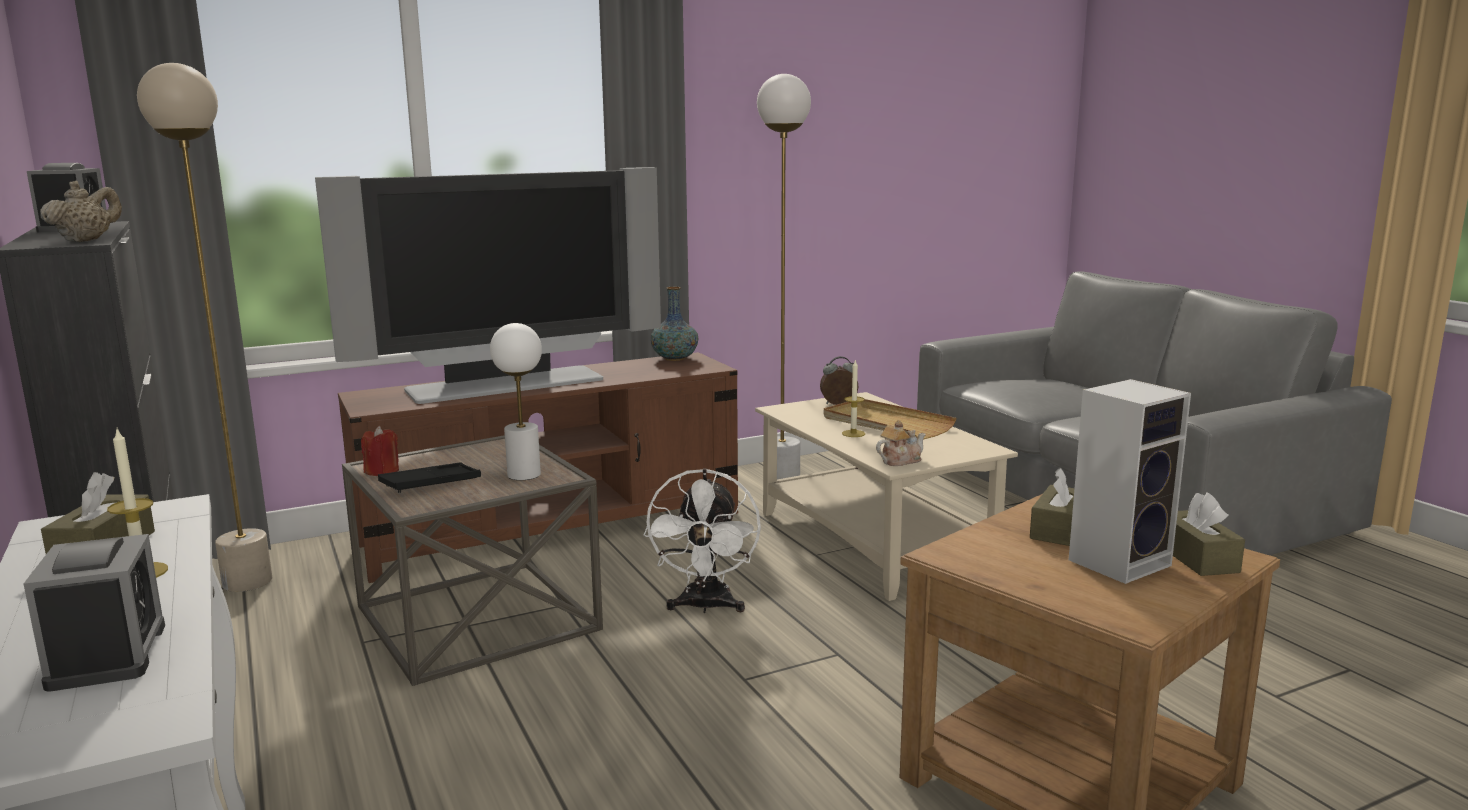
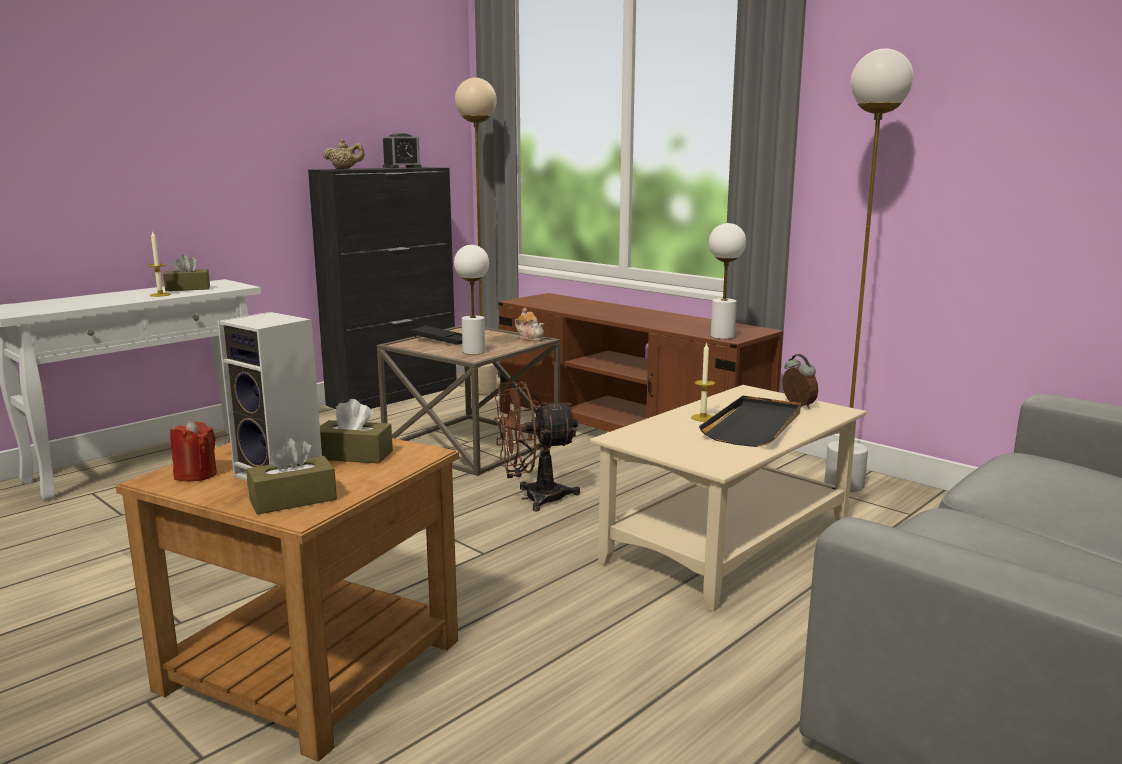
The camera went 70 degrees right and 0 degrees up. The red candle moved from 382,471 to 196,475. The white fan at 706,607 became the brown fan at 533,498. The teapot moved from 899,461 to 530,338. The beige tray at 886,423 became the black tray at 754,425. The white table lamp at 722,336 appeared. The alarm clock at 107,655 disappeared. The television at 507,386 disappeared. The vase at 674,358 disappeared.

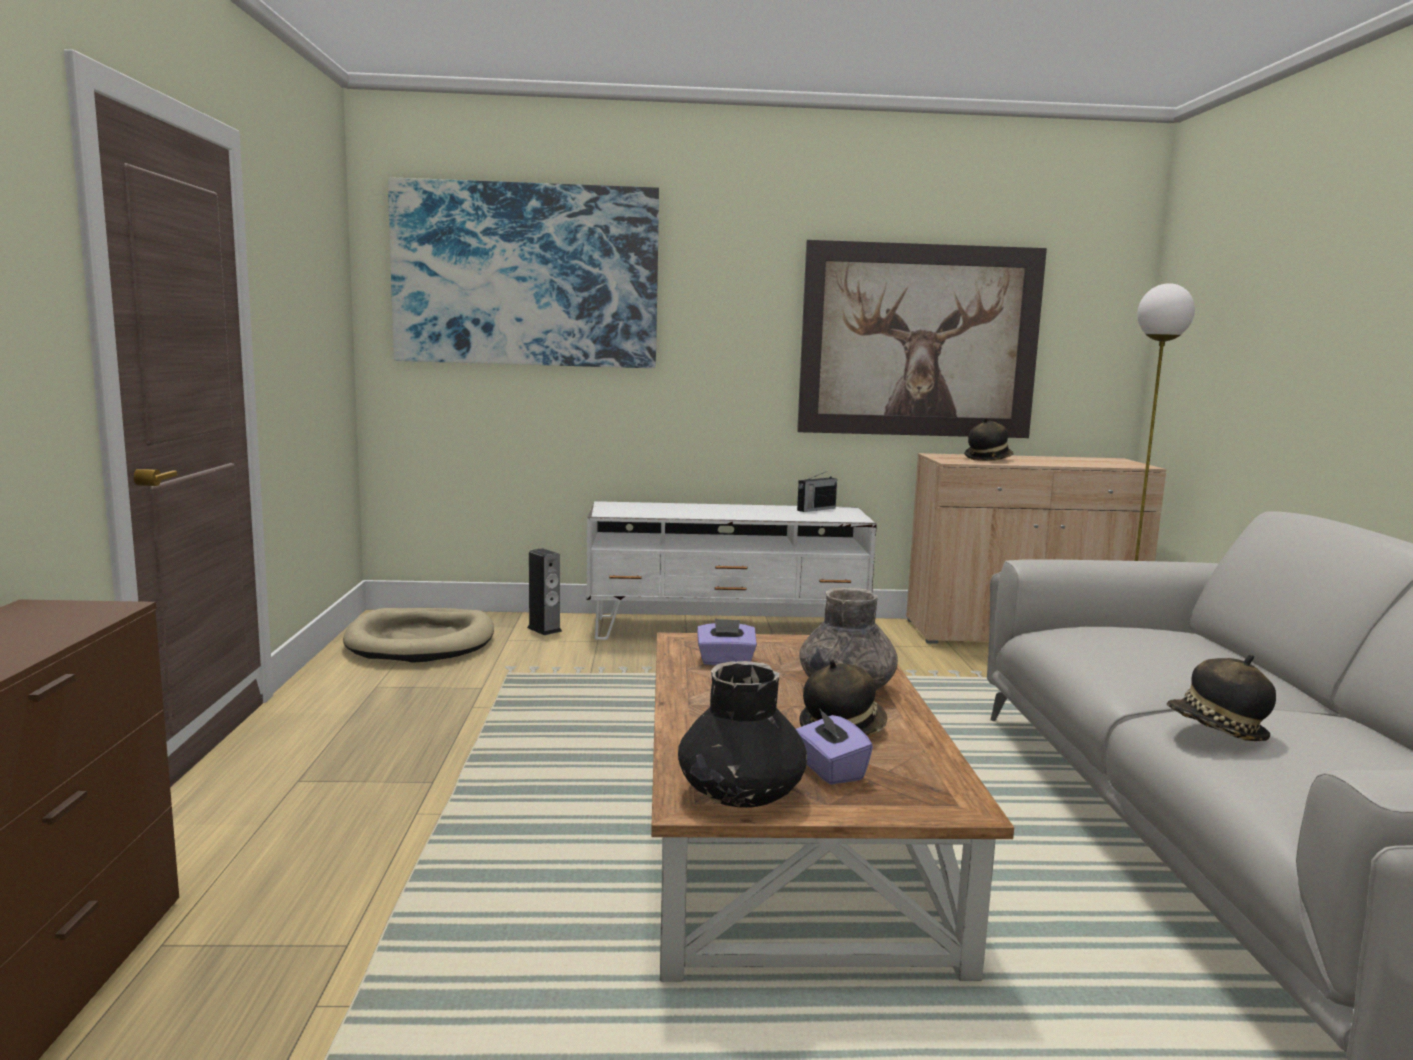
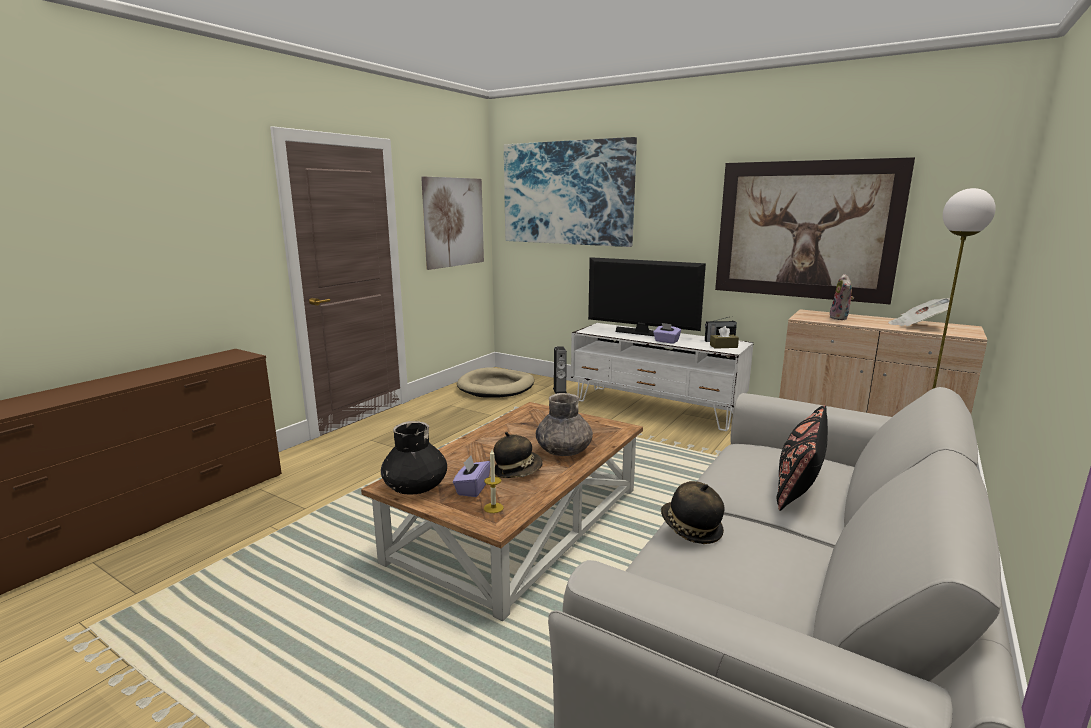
The camera went 35 degrees right and 5 degrees up. The picture at 453,222 appeared. The candle at 493,508 appeared. The television at 642,332 appeared. The purple tissue box moved from 726,661 to 666,341. The brown tissue box at 723,346 appeared. The black pillow at 799,482 appeared. The hat at 988,459 was replaced by the plush toy at 840,318. The newspaper at 917,326 appeared.

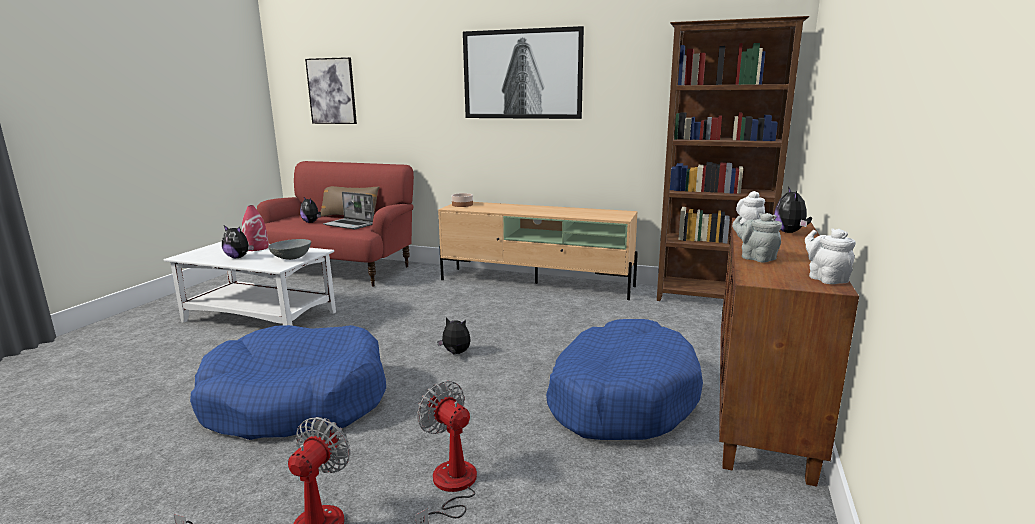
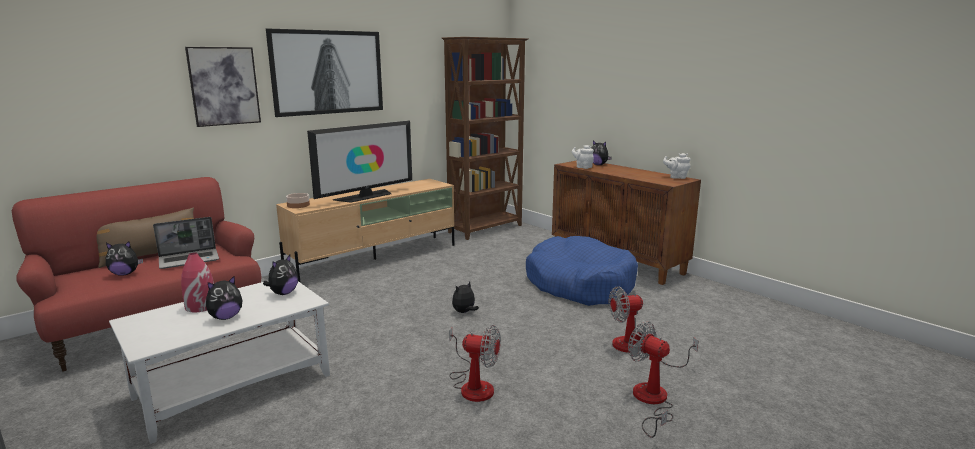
The camera went 60 degrees left and 0 degrees up. The picture moved from 332,91 to 224,86. The grey bowl at 292,257 was replaced by the plush toy at 283,293. The television at 365,196 appeared. The blue dog bed at 296,401 was replaced by the fan at 473,385. The grey teapot at 755,258 disappeared.

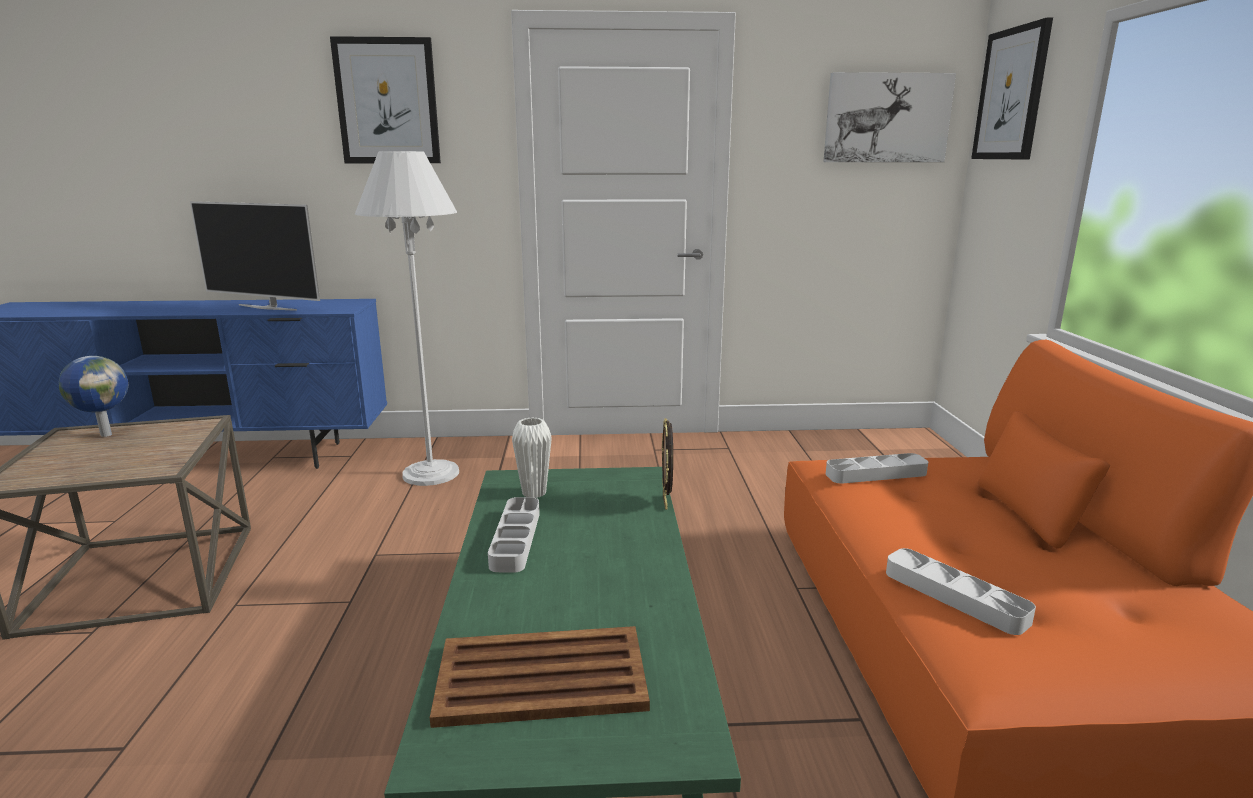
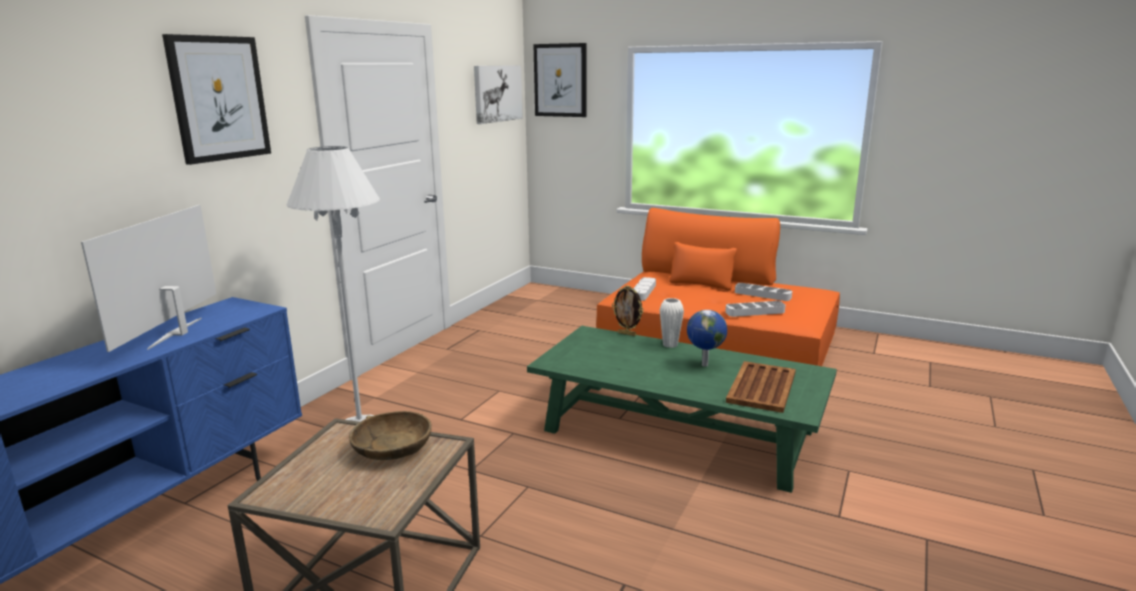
The camera went 60 degrees left and 0 degrees up. The television at 268,307 turned 135 degrees clockwise. The brown bowl at 391,447 appeared. The white vase moved from 534,493 to 670,345. The globe moved from 106,434 to 704,365. The grey tray moved from 515,539 to 762,295.

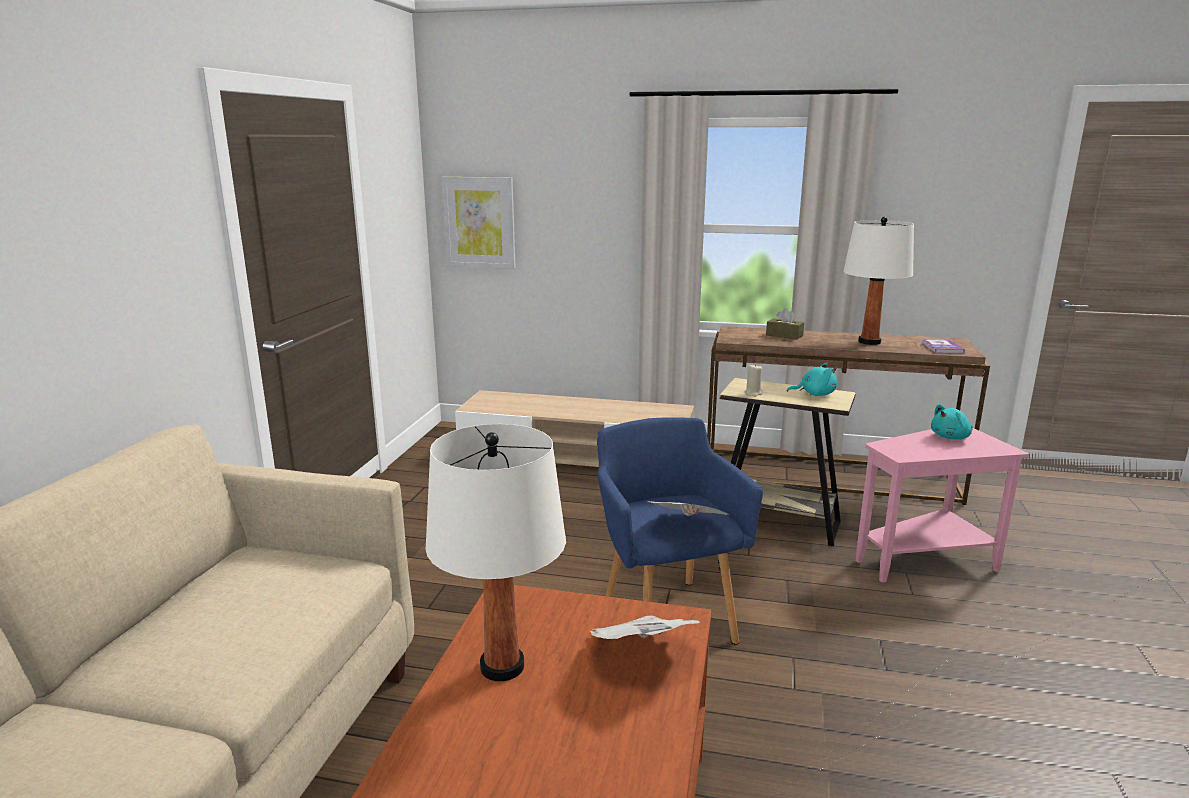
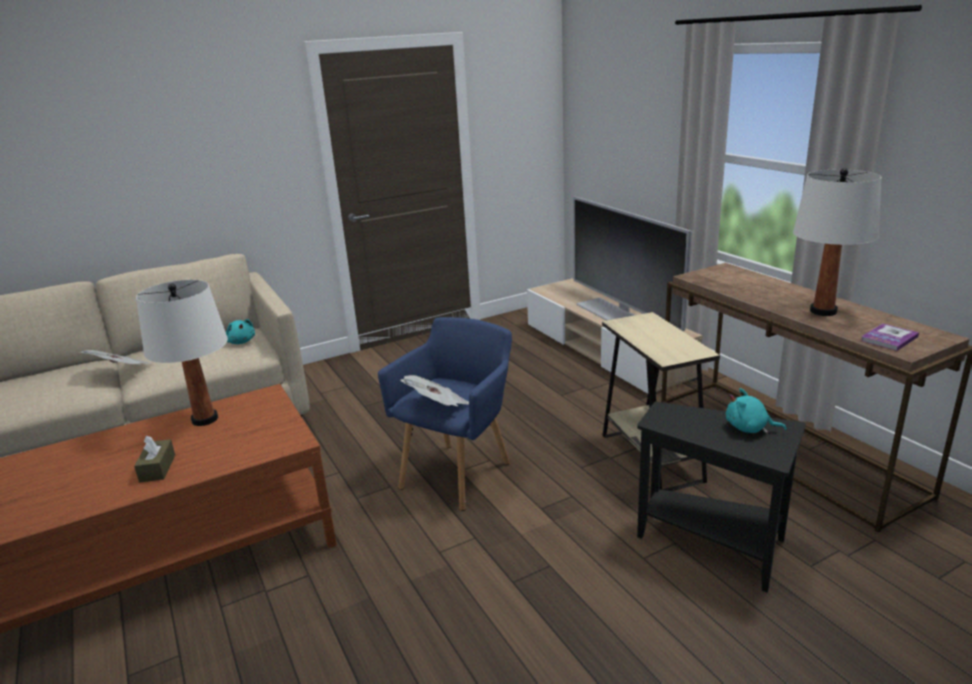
The camera went 50 degrees right and 5 degrees up. The newspaper moved from 643,652 to 121,371. The brown tissue box moved from 784,335 to 157,468. The turquoise plush toy moved from 815,394 to 241,342. The television at 617,315 appeared. The pink side table at 926,561 became the black side table at 715,546. The picture at 479,222 disappeared. The beige candle at 753,393 disappeared.

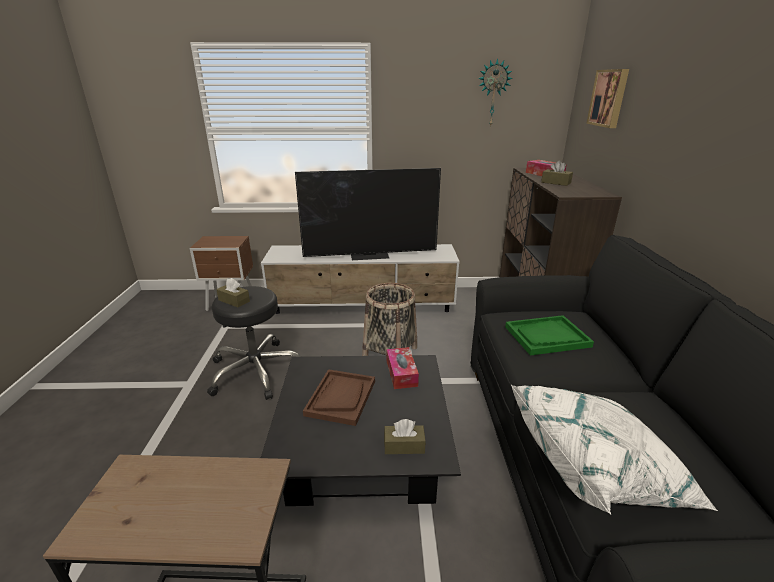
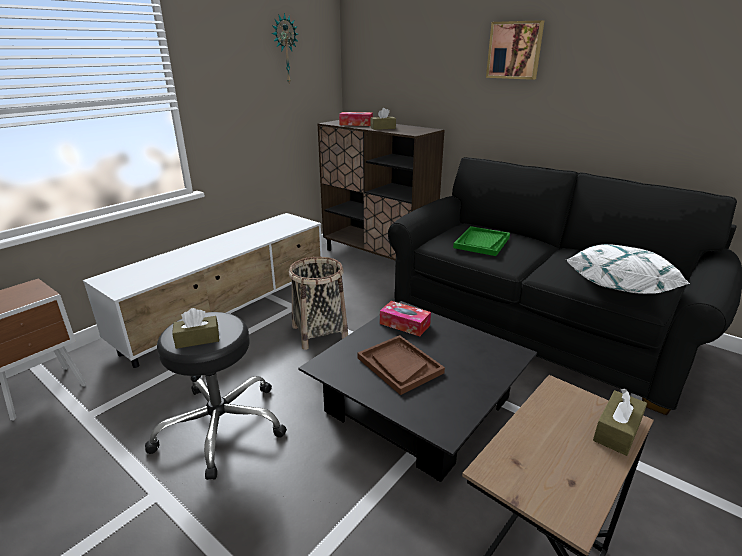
The camera went 50 degrees left and 0 degrees up. The picture moved from 609,98 to 515,50. The brown tissue box moved from 404,446 to 617,431. The television at 370,255 disappeared.

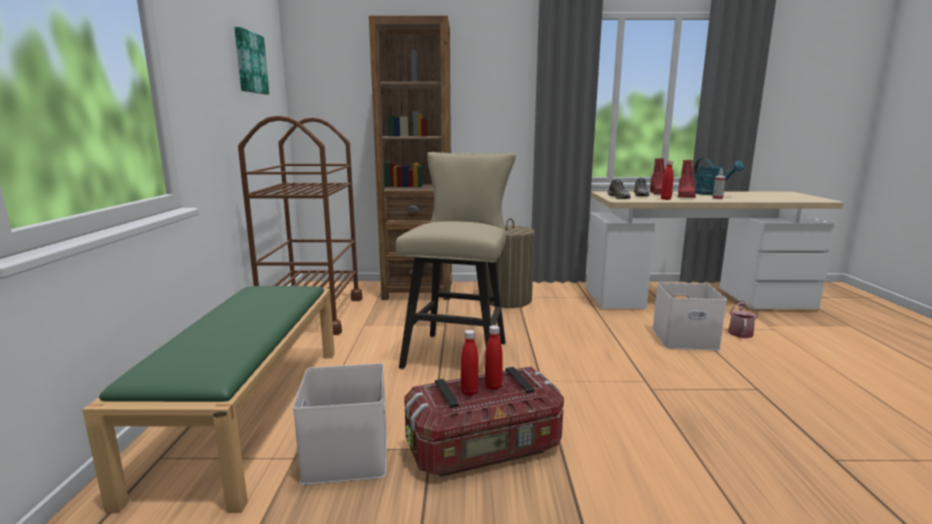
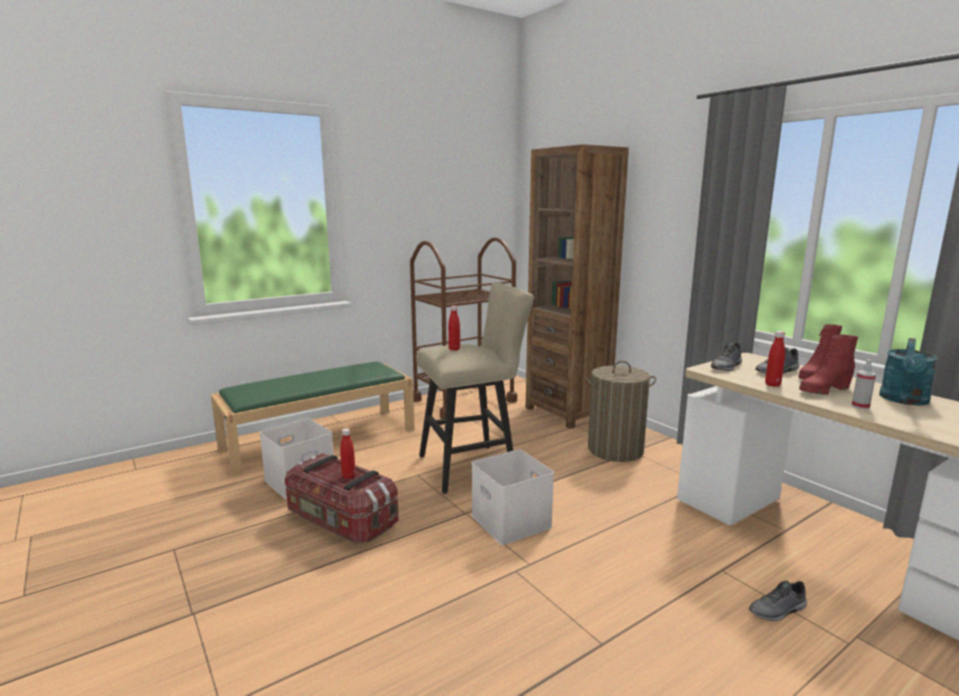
The camera went 55 degrees right and 0 degrees up. The red bottle moved from 469,392 to 454,349. The white storage box moved from 683,339 to 509,521. The watering can at 740,332 was replaced by the grey shoe at 778,611. The picture at 249,62 disappeared.

